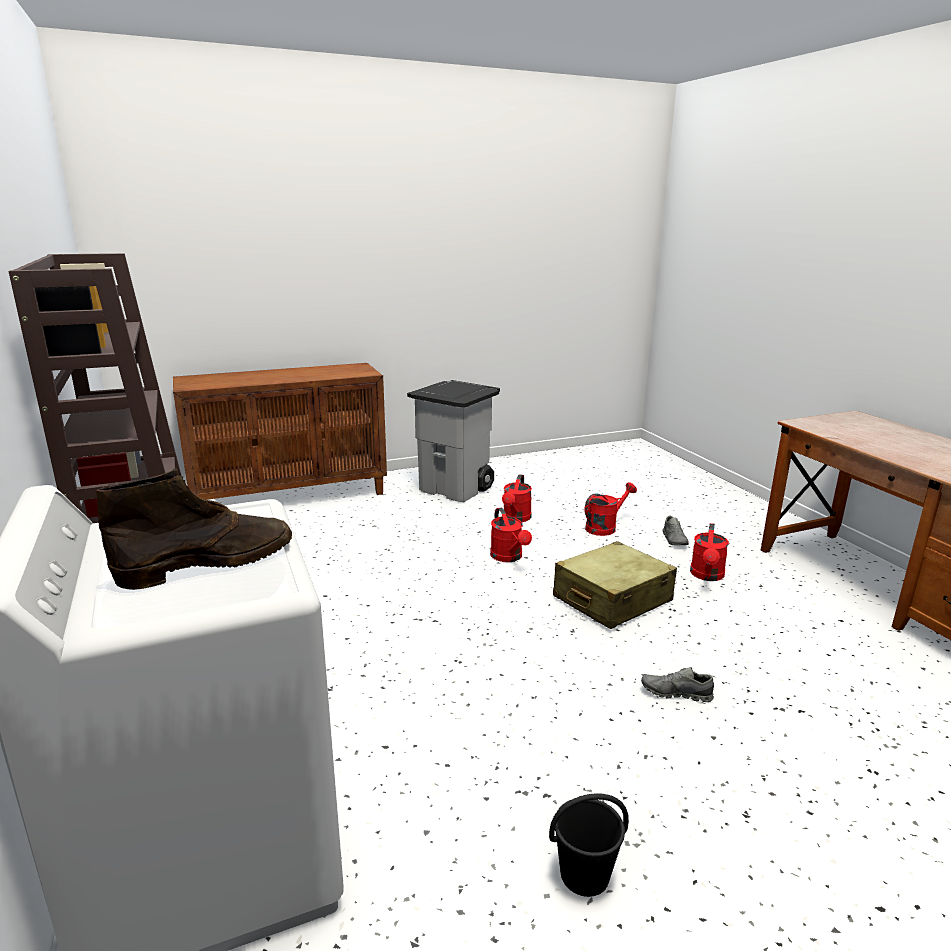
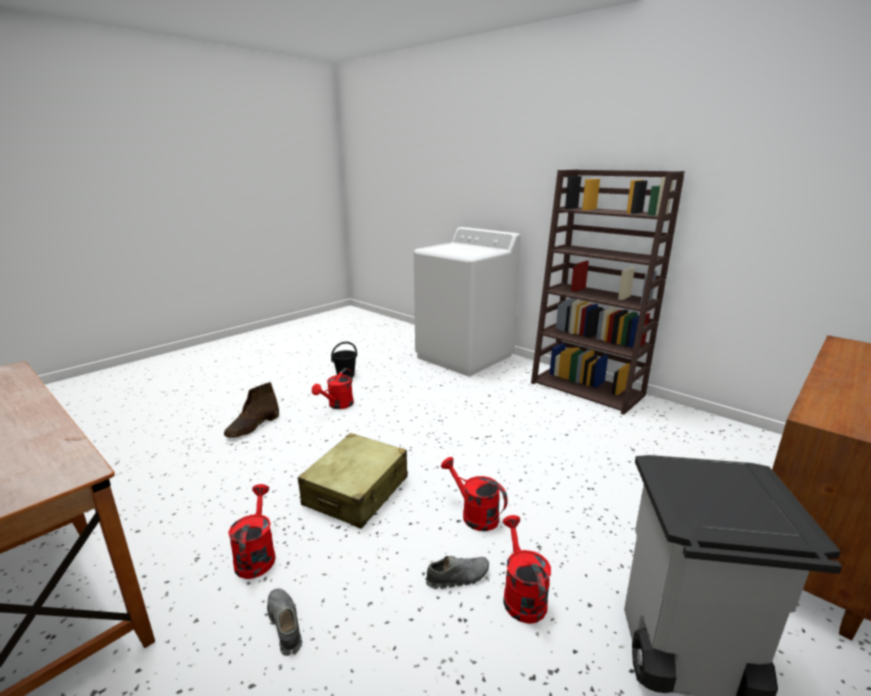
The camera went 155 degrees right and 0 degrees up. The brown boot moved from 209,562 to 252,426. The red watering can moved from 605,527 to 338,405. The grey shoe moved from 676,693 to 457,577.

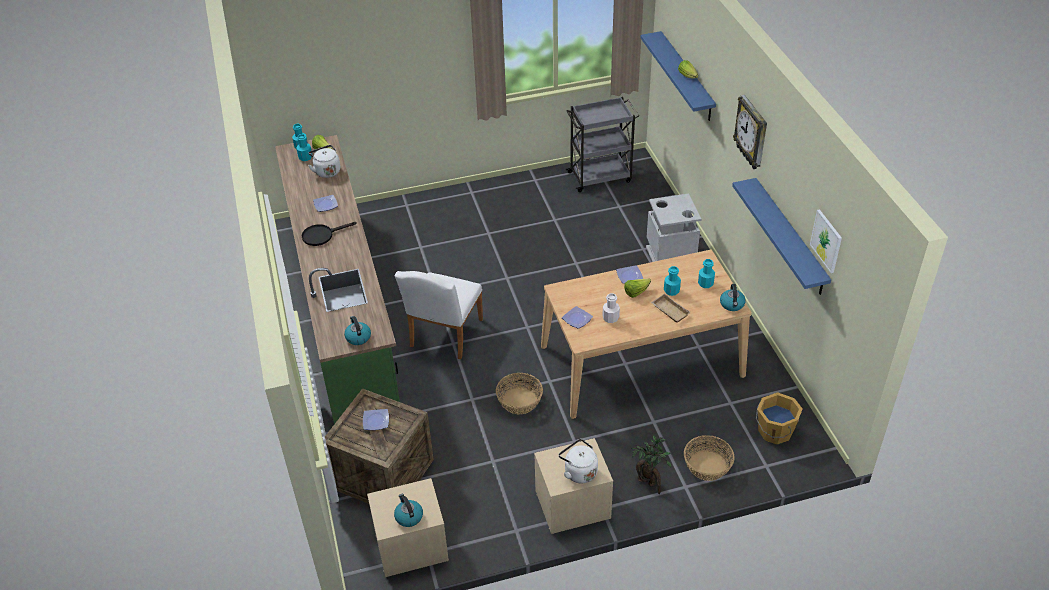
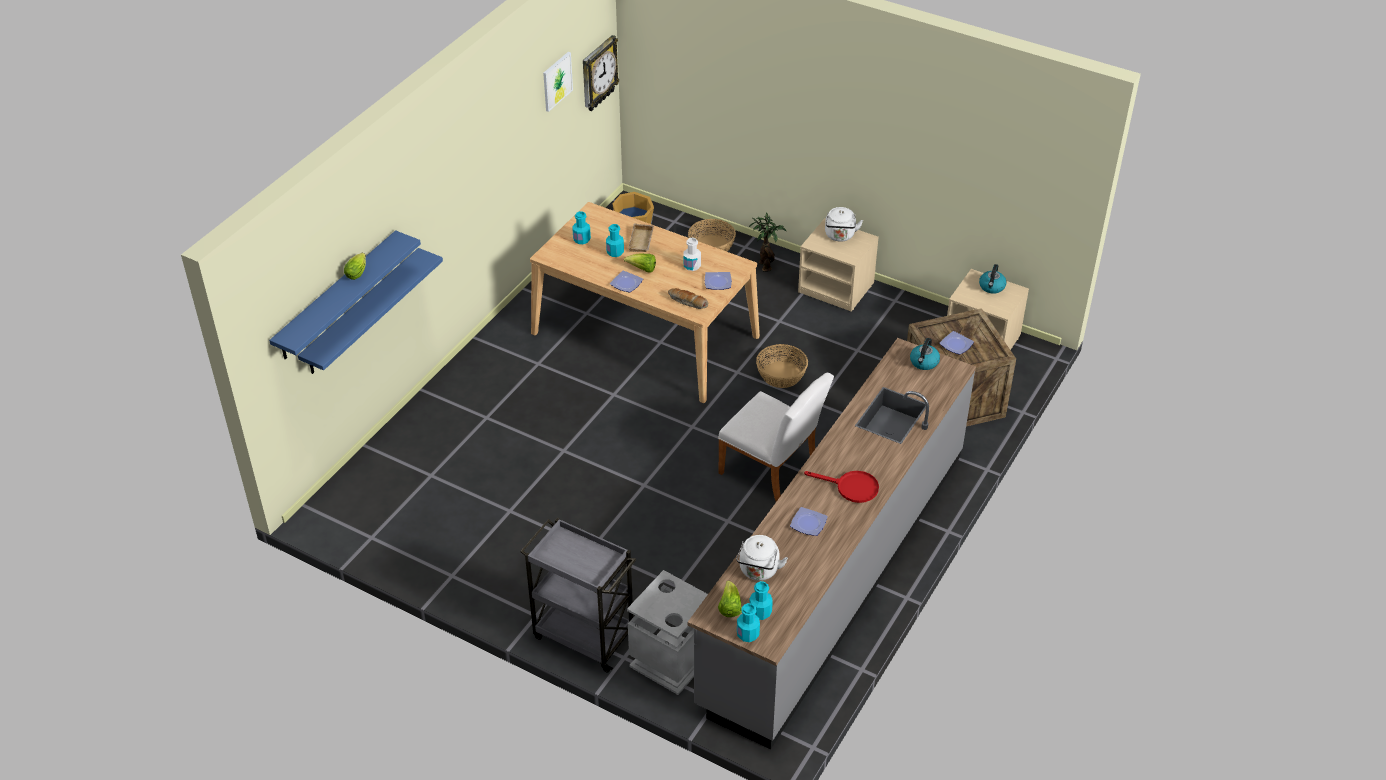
The camera went 135 degrees left and 0 degrees up. The blue shelf moved from 789,237 to 362,312. The grey cart moved from 600,176 to 583,635. The wall clock moved from 752,133 to 598,74. The grey trash can moved from 671,257 to 671,660. The bread at 687,302 appeared. The green counter at 343,308 became the grey counter at 834,574. The white chair at 444,336 turned 60 degrees clockwise. The black frying pan at 322,235 became the red frying pan at 851,487. The kettle at 732,304 disappeared.

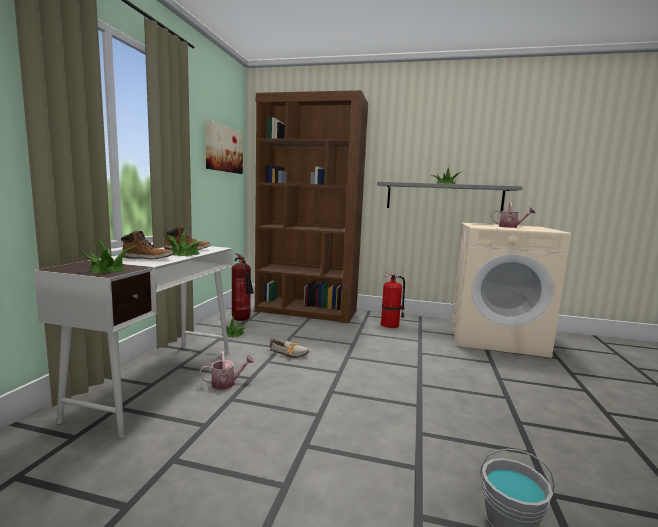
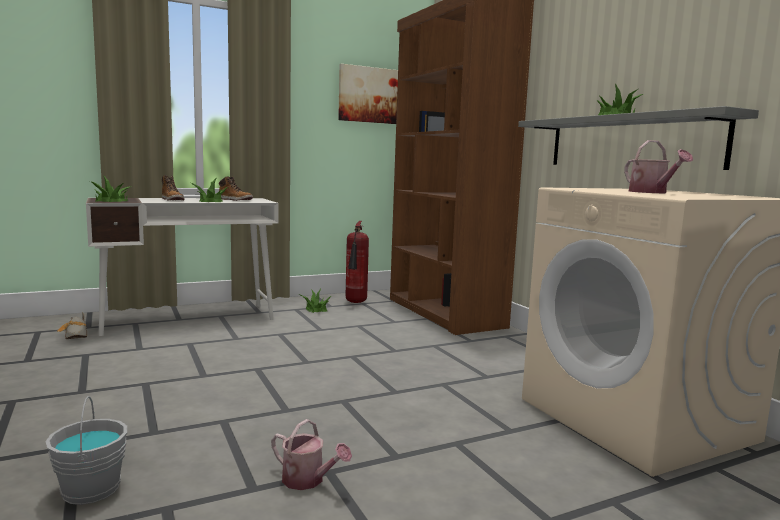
The camera went 50 degrees right and 0 degrees up. The shoe moved from 290,354 to 76,335. The watering can moved from 227,383 to 308,480. The fire extinguisher at 391,325 disappeared.

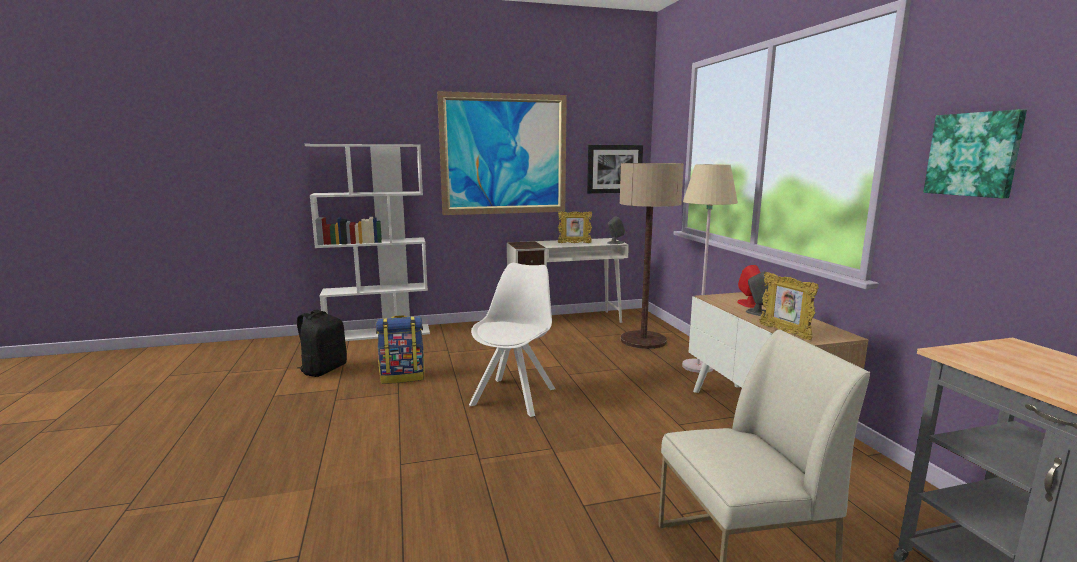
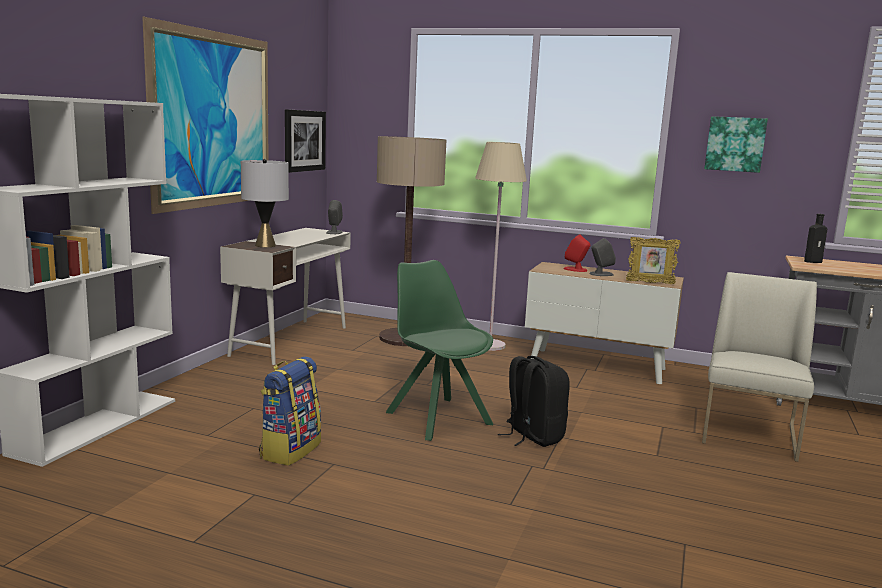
The camera went 55 degrees left and 0 degrees up. The grey table lamp at 265,245 appeared. The white chair at 515,395 became the green chair at 437,417. The black backpack moved from 323,369 to 532,436. The black bottle at 814,262 appeared. The picture frame at 574,243 disappeared.

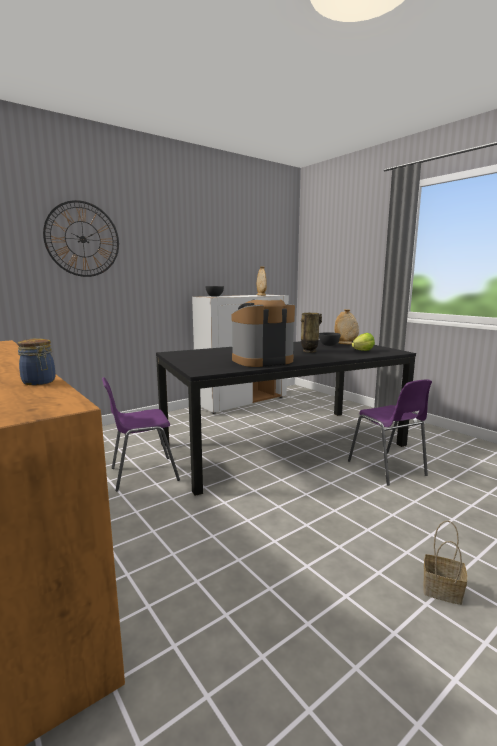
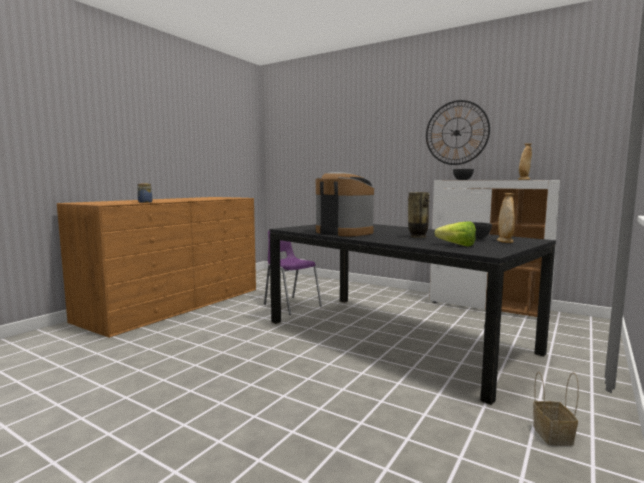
The camera went 70 degrees right and 5 degrees down. The wall clock moved from 83,239 to 456,133. The basket moved from 440,590 to 551,434. The purple chair at 387,469 disappeared.

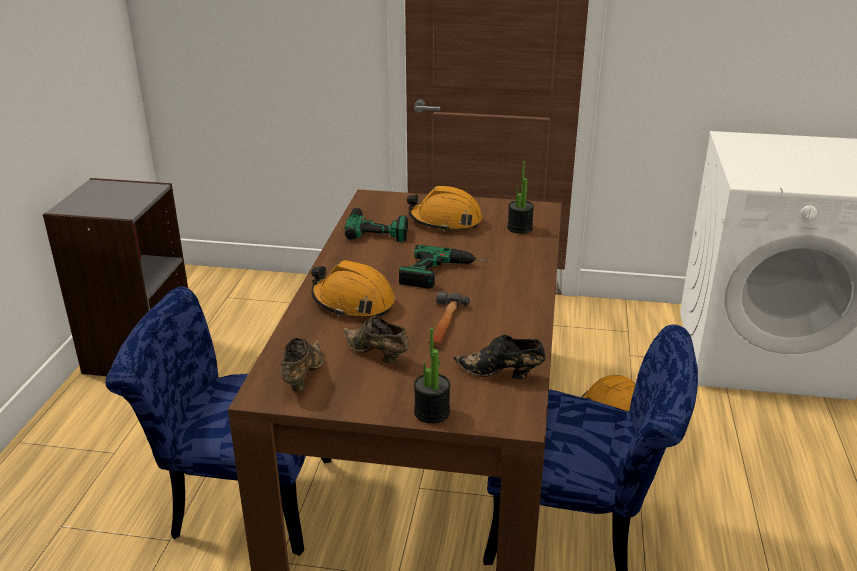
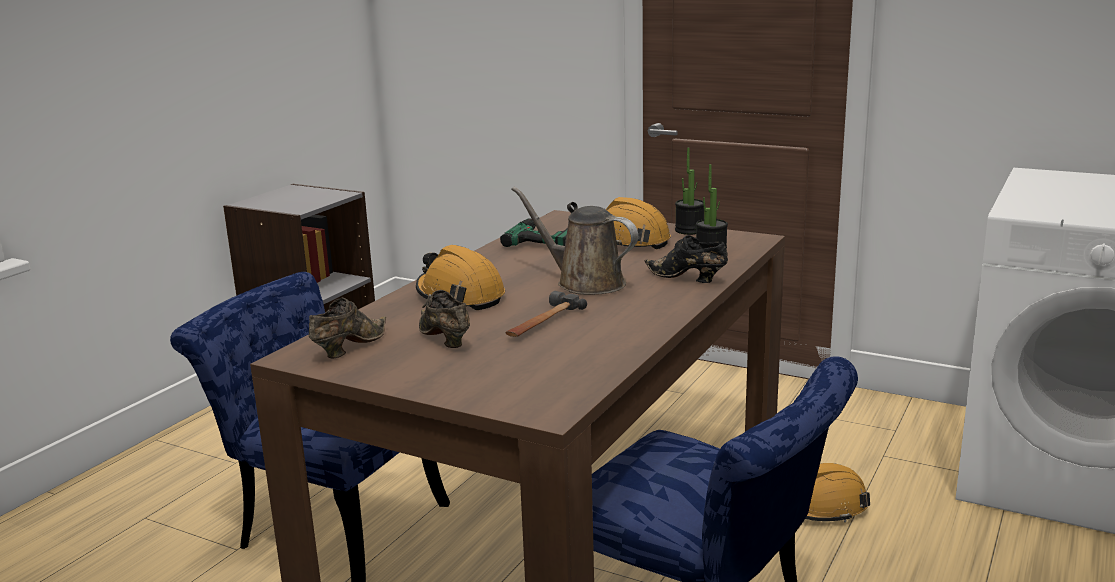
The camera went 20 degrees right and 10 degrees down. The power drill at 445,273 was replaced by the brown watering can at 584,282. The black shoe moved from 501,374 to 688,278. The potted plant moved from 432,412 to 689,230.

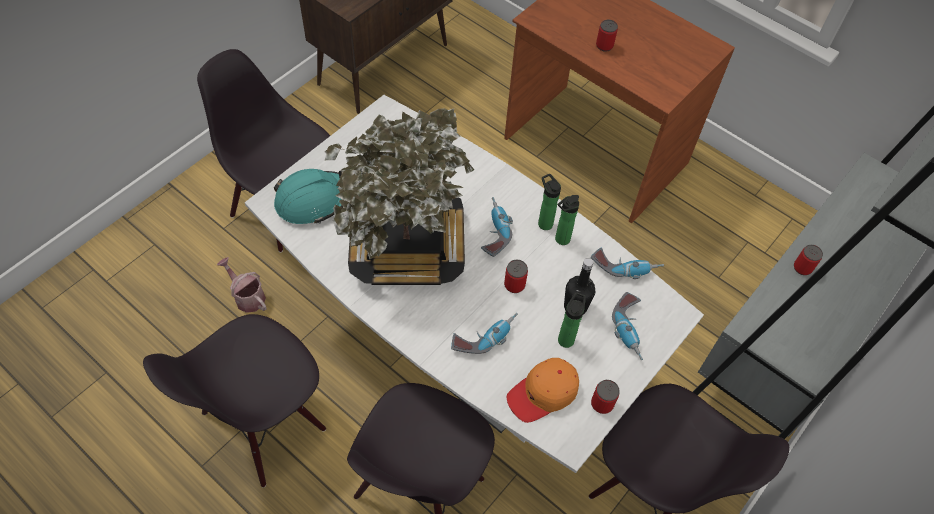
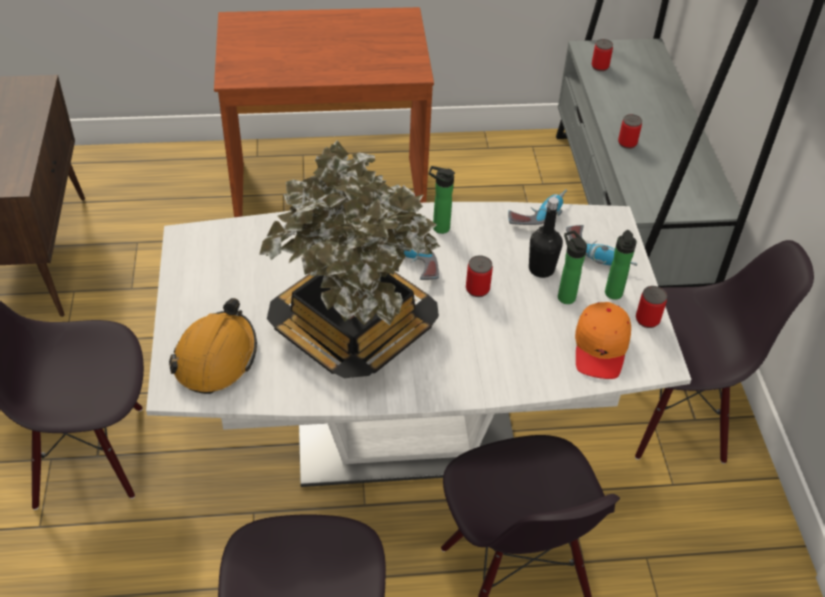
The camera went 45 degrees left and 10 degrees down. The turquoise hard hat at 313,201 became the orange hard hat at 216,357. The can moved from 604,46 to 600,66. The bottle moved from 560,240 to 613,295. The watering can at 247,296 disappeared. The power drill at 485,336 disappeared.

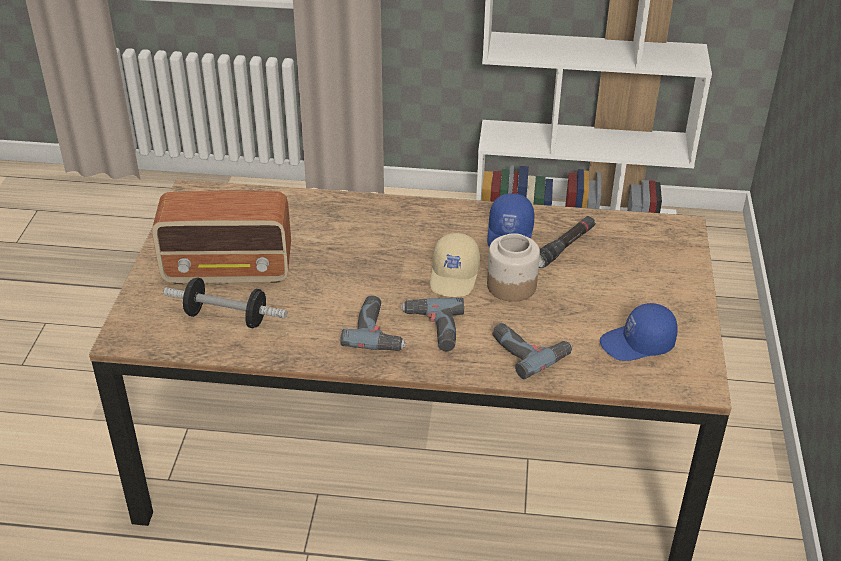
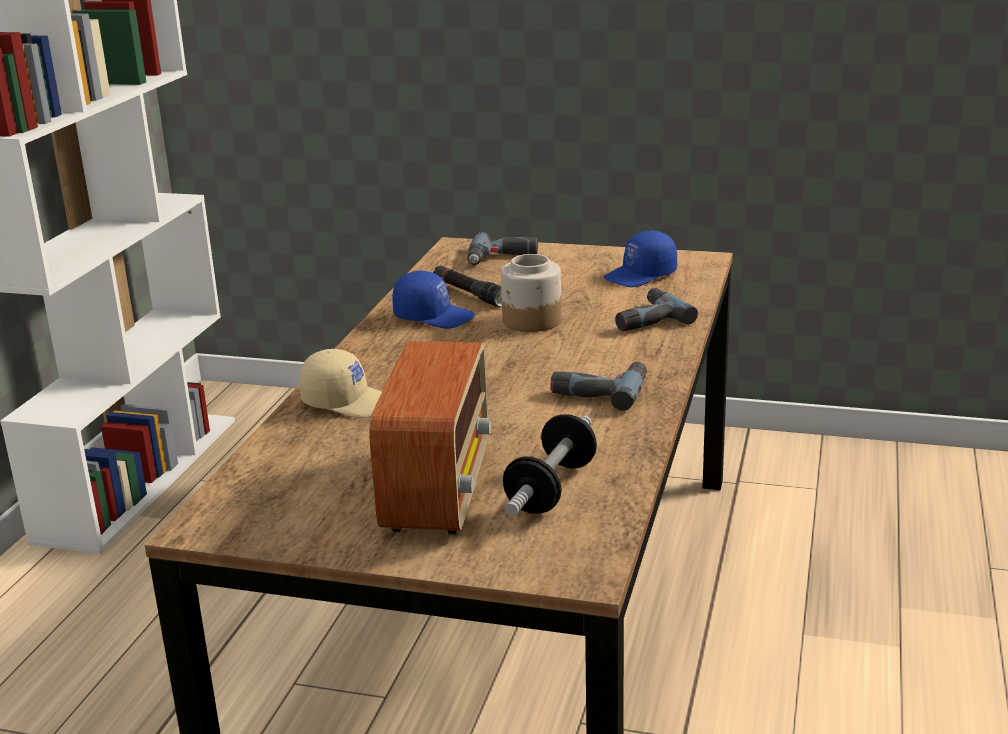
The camera went 80 degrees left and 15 degrees down. The beige cap moved from 455,276 to 348,402. The power drill moved from 432,329 to 502,258. The blue cap at 637,344 turned 60 degrees clockwise.

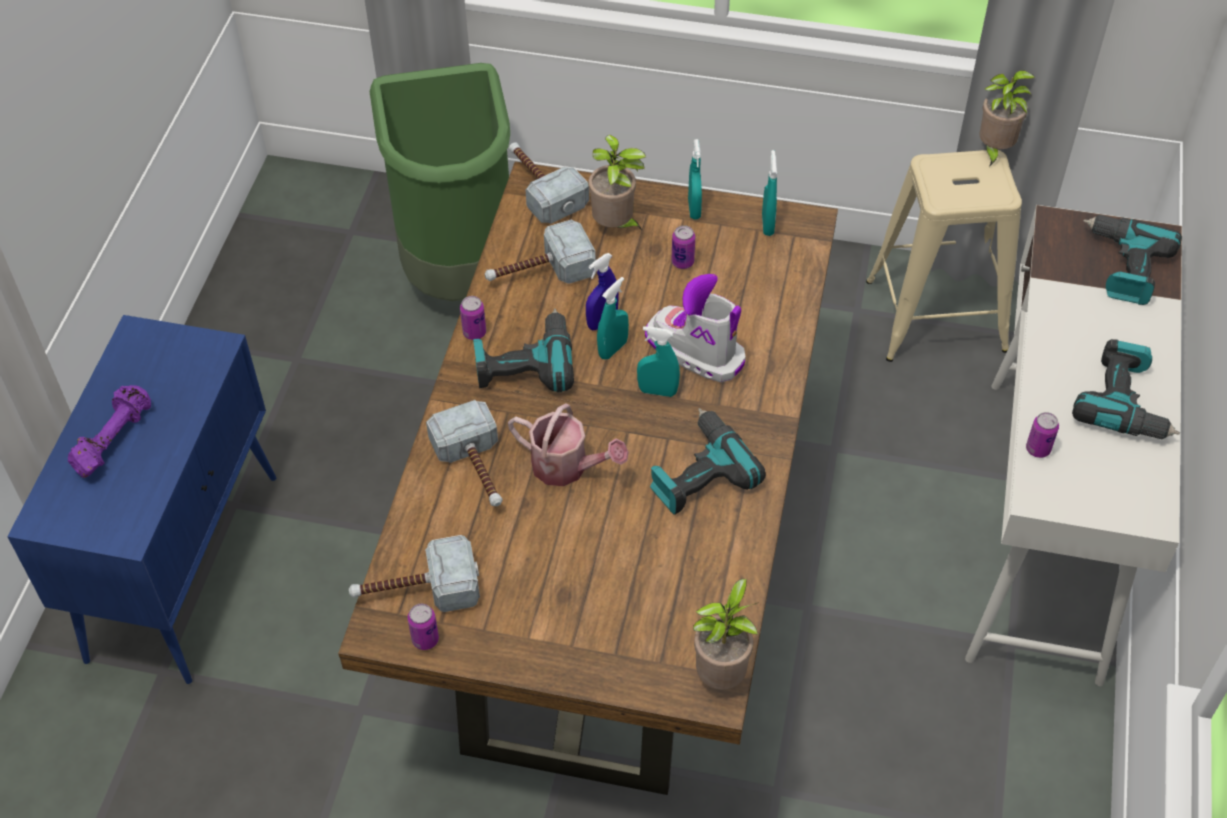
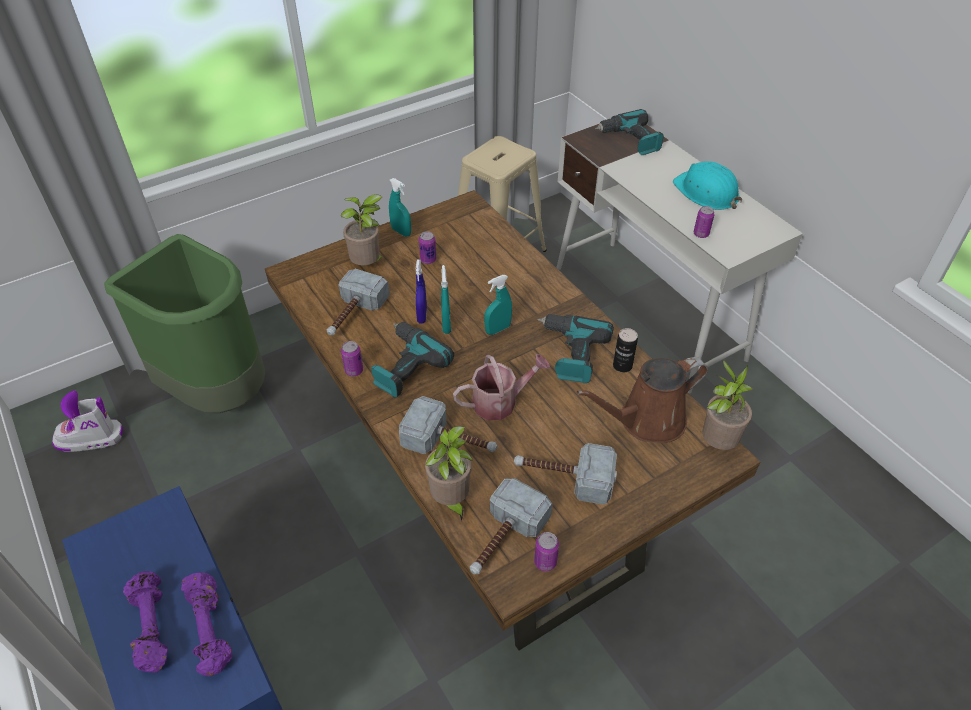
The camera went 45 degrees left and 5 degrees down. The boot moved from 694,352 to 90,439. The purple dumbbell at 211,629 appeared. The potted plant moved from 994,150 to 451,501. The hammer moved from 540,187 to 563,477. The brown watering can at 646,421 appeared. The can at 622,366 appeared. The power drill at 1125,403 was replaced by the turquoise hard hat at 706,192. The turquoise spray bottle at 767,225 disappeared.

